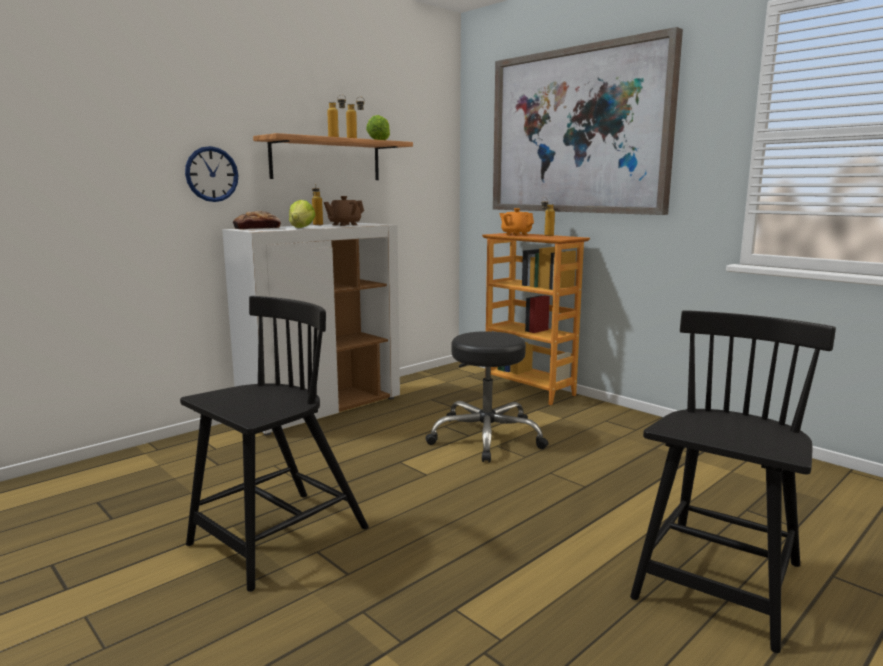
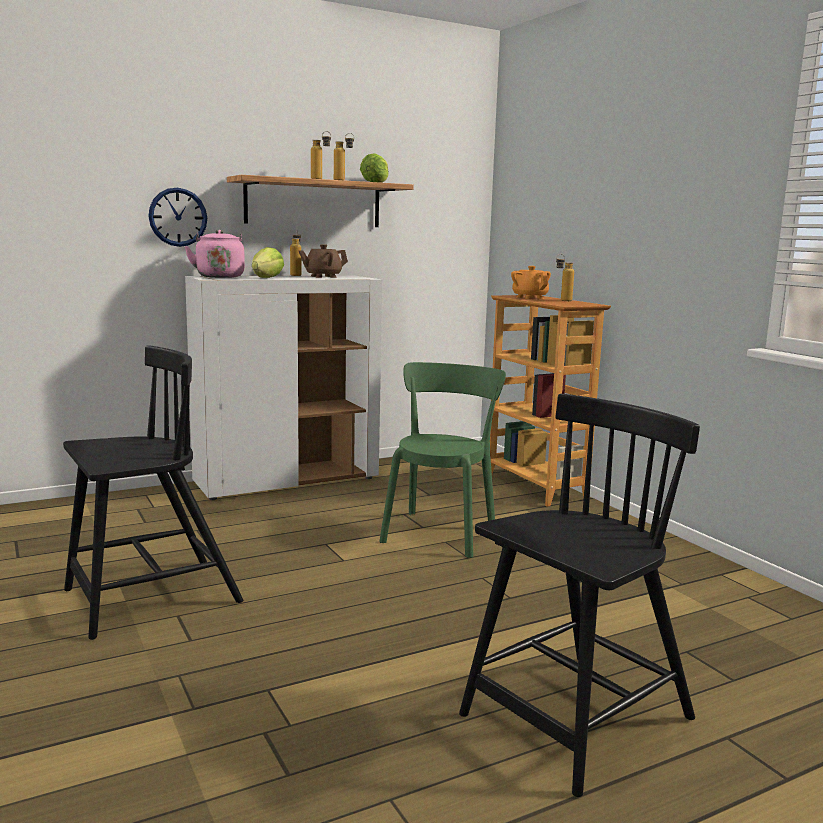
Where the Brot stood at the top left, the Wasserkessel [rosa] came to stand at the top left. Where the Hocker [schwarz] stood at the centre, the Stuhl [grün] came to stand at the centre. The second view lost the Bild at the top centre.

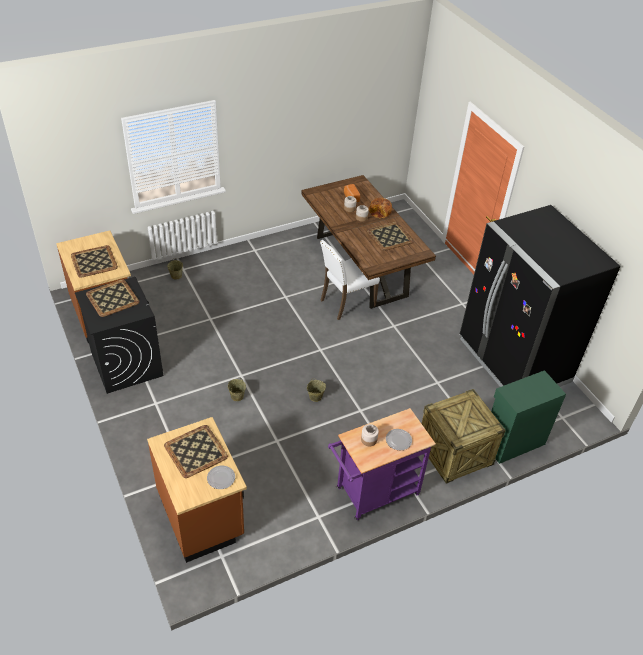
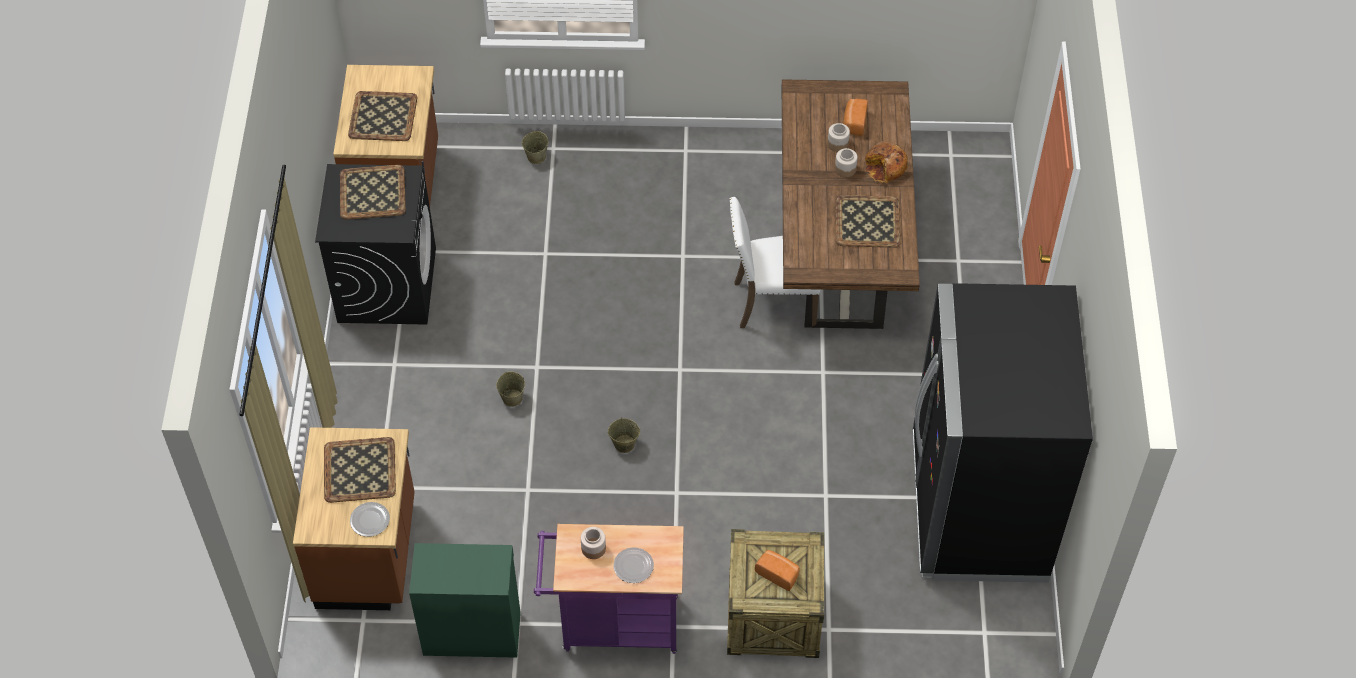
The Schrank [grün] ended up elsewhere, having gone from the middle right to the bottom centre. The second view gained the Brot (1st from left) at the bottom centre.

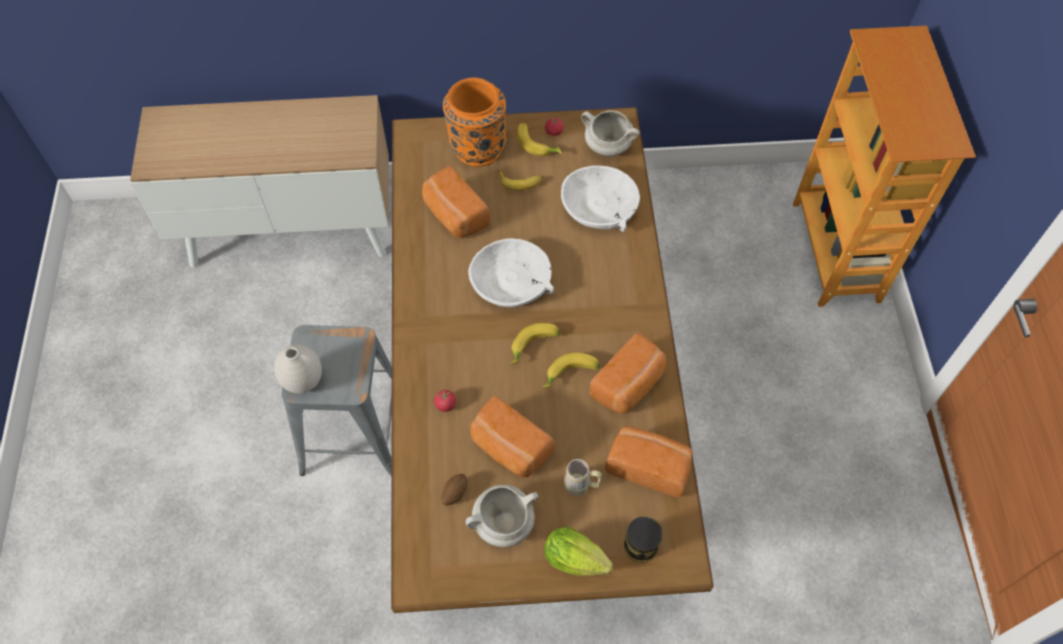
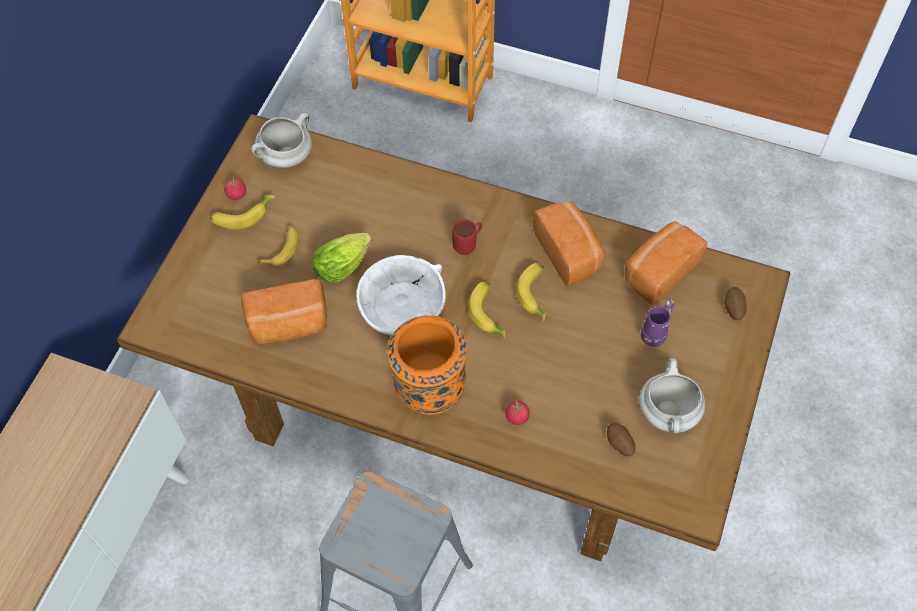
The second view lost the Vase [weiß] at the middle left. The Vase [orange] ended up elsewhere, having gone from the top centre to the centre. The second view lost the Brot (2nd from left) at the bottom centre. The Salatkopf ended up elsewhere, having gone from the bottom centre to the centre. The second view lost the Schüssel [weiß] (2nd from left) at the top centre. What was the Henkelbecher [beige] at the bottom centre turned into the Henkelbecher [lila] at the middle right. Where the Dose stood at the bottom centre, the Kartoffel (2nd from left) came to stand at the middle right. The second view gained the Henkelbecher [rot] at the centre.

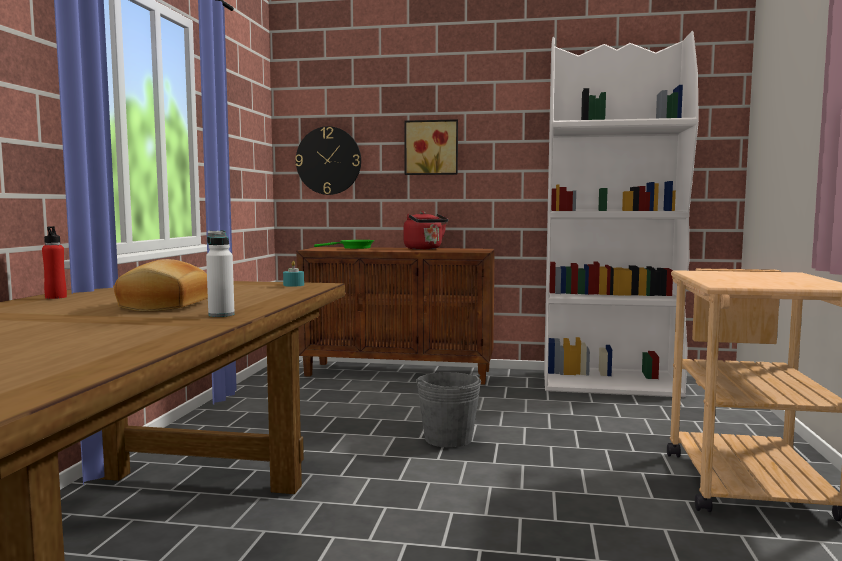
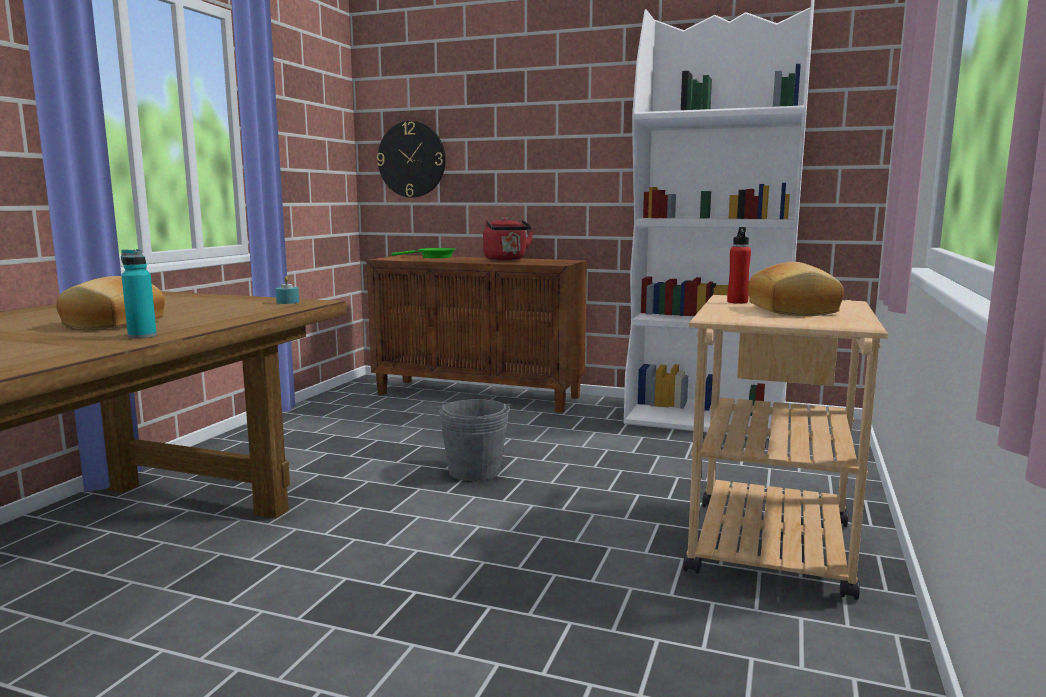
The Flasche [rot] ended up elsewhere, having gone from the middle left to the middle right. What was the Flasche [weiß] at the middle left turned into the Flasche [türkis] at the middle left. The second view lost the Bild at the top centre. The second view gained the Brot (2nd from left) at the middle right.

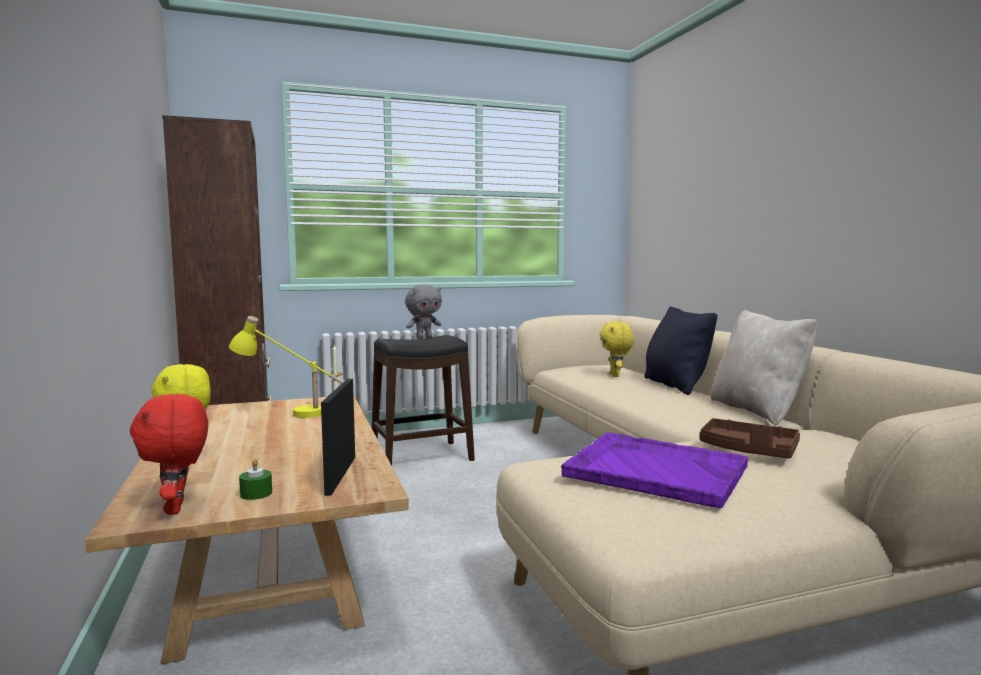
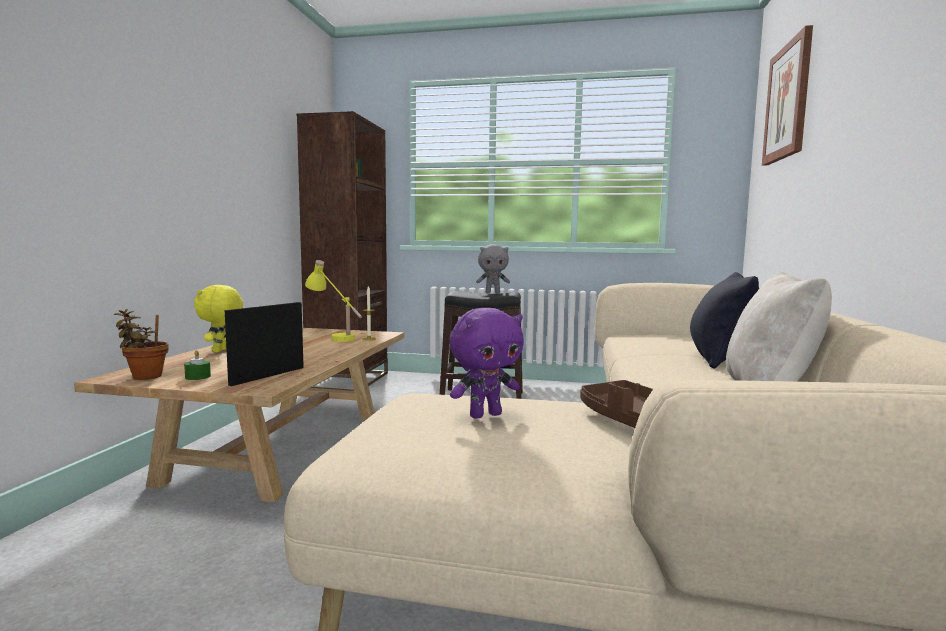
Where the Plüschtier [rot] stood at the bottom left, the Topfpflanze came to stand at the middle left. Where the Tablett [lila] stood at the bottom right, the Plüschtier [lila] came to stand at the centre. The second view lost the Plüschtier [gelb] (2nd from left) at the centre. The second view gained the Bild at the top right.

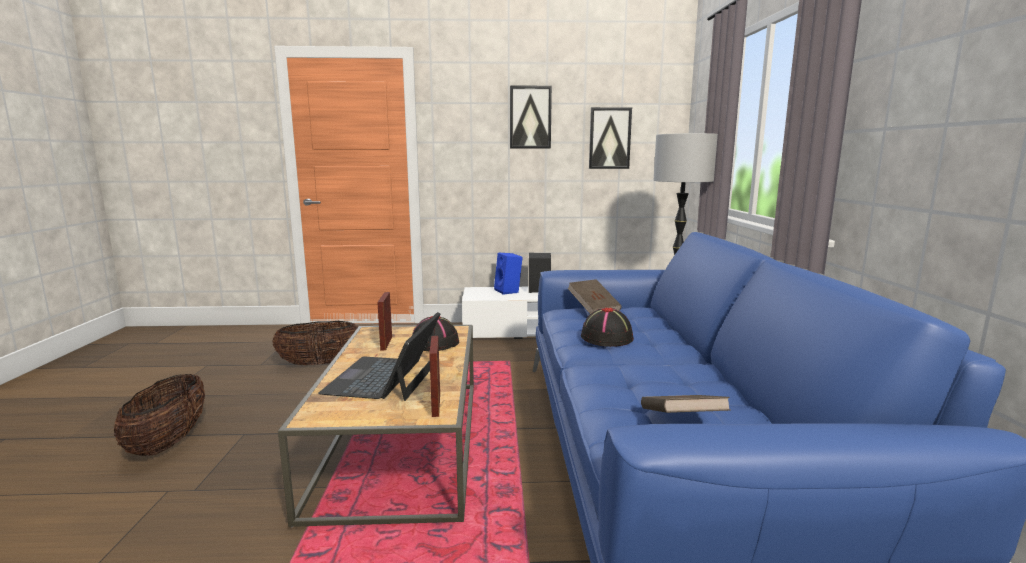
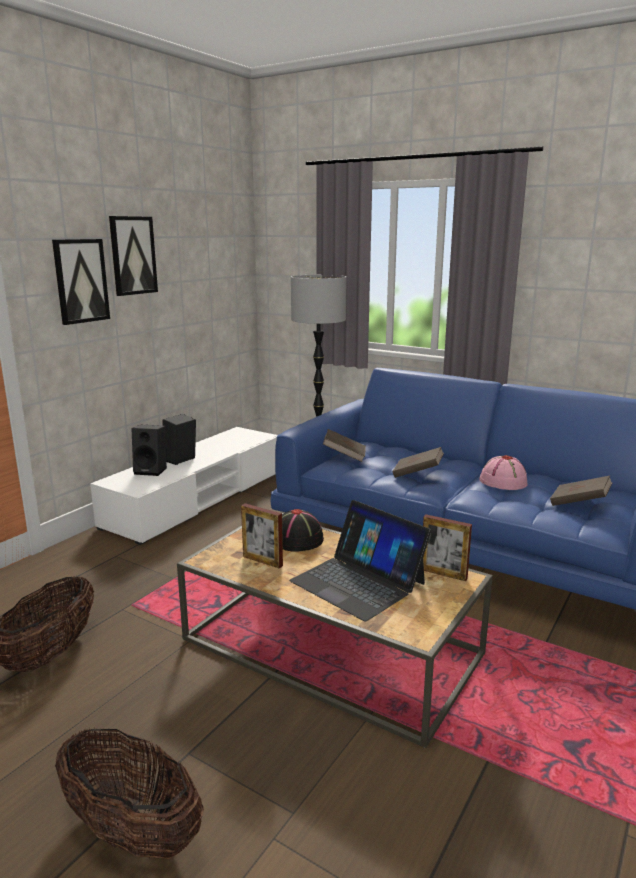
What was the Lautsprecher [blau] at the centre turned into the Lautsprecher [schwarz] (1st from left) at the middle left. Where the Hut [schwarz] (2nd from left) stood at the centre, the Buch [braun] (2nd from left) came to stand at the centre. The Bild (2nd from left in the first image) ended up elsewhere, having gone from the top centre to the top left. The second view gained the Hut [rosa] at the middle right.

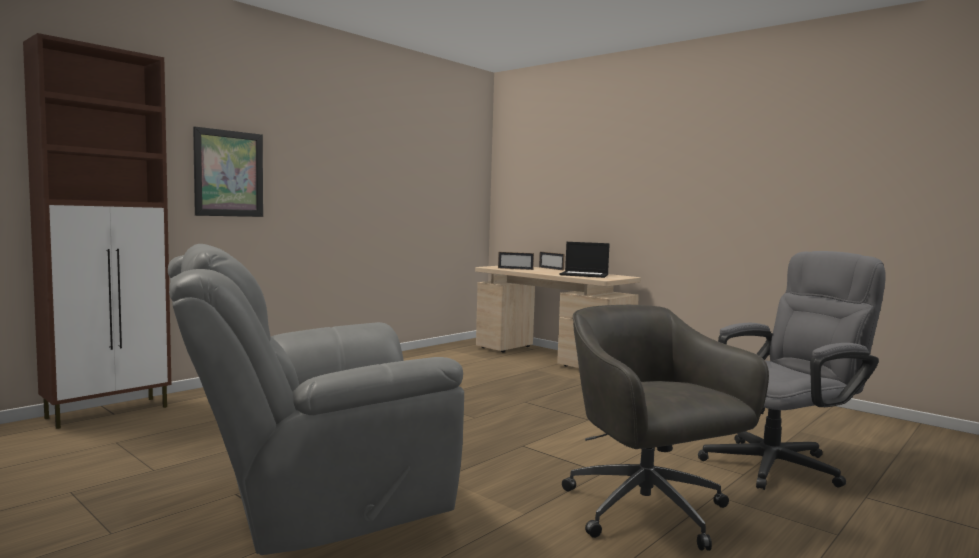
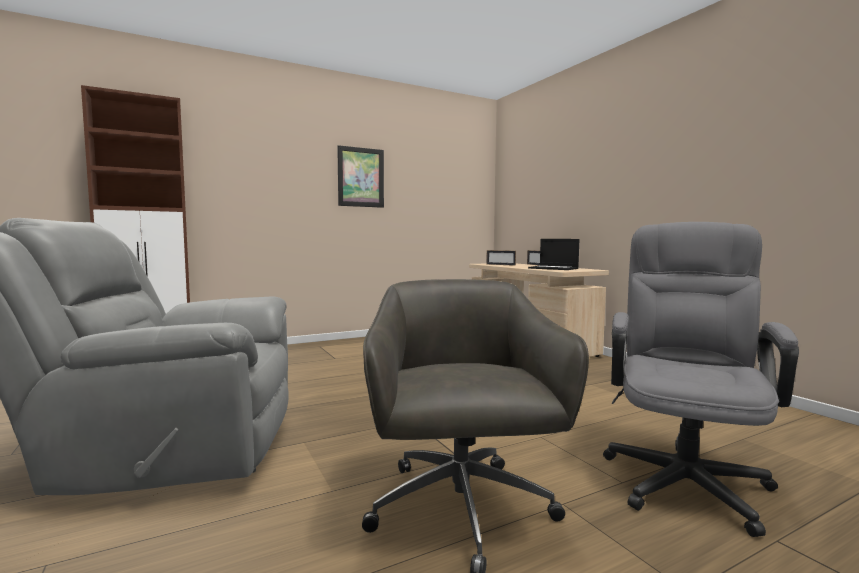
The Bild ended up elsewhere, having gone from the top left to the top centre. The Bürostuhl [grau] (2nd from left) at the middle right ended up facing another way, 60 degrees counterclockwise from before.

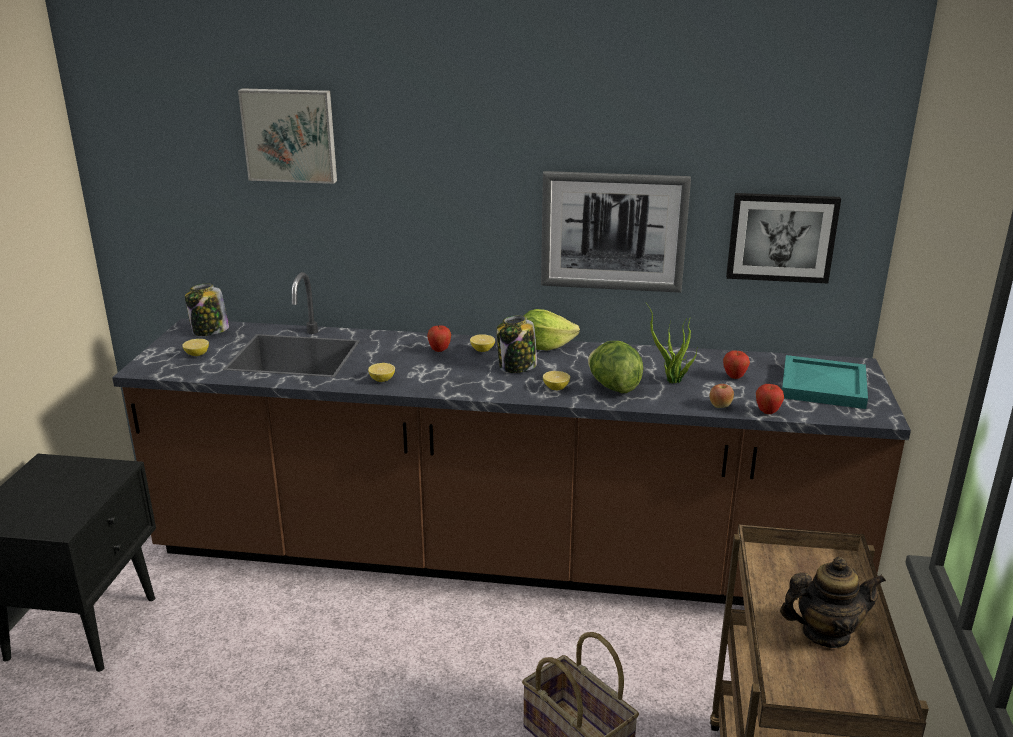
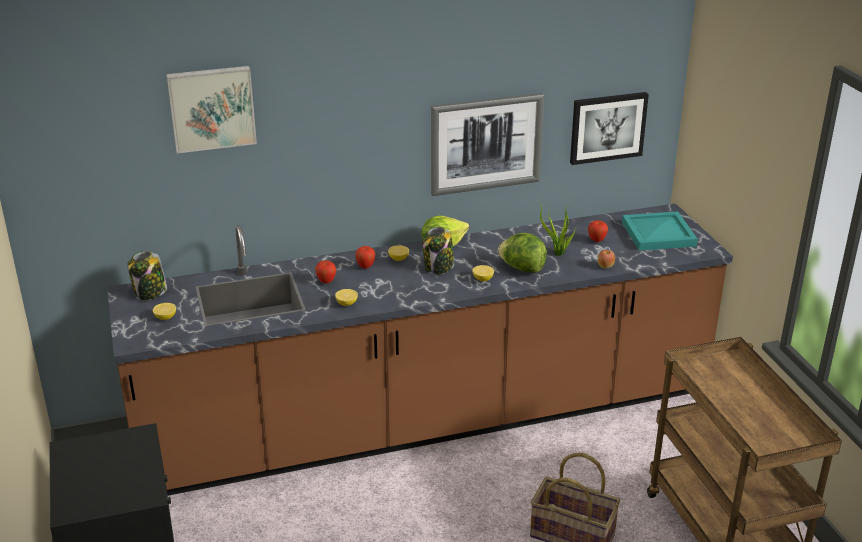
The Apfel (4th from left in the first image) ended up elsewhere, having gone from the middle right to the centre. The second view lost the Teekanne at the bottom right.

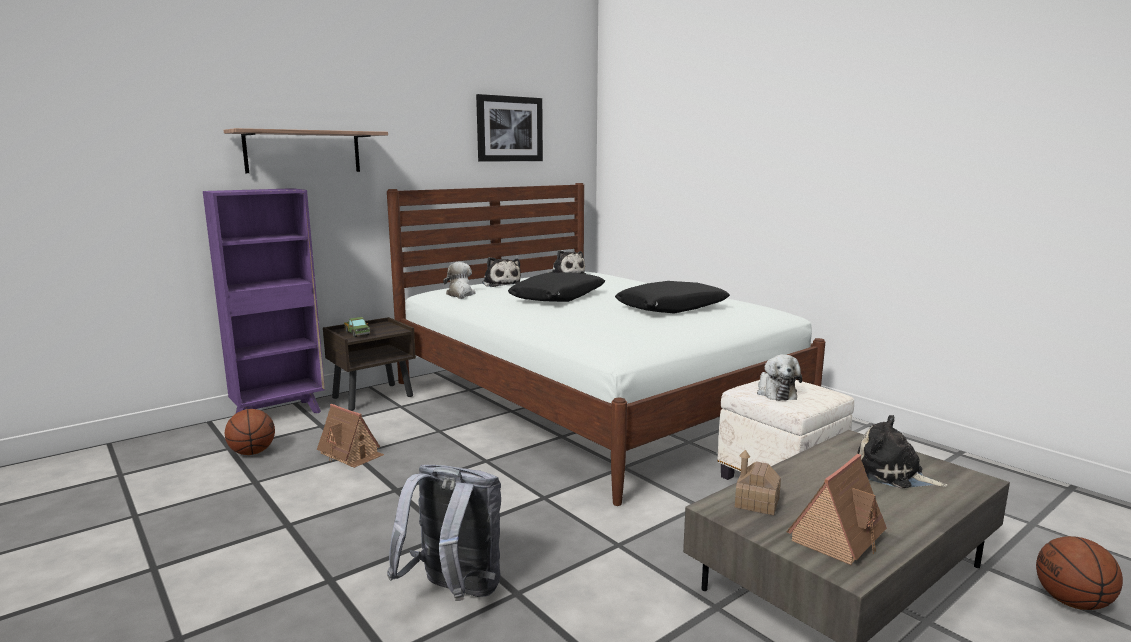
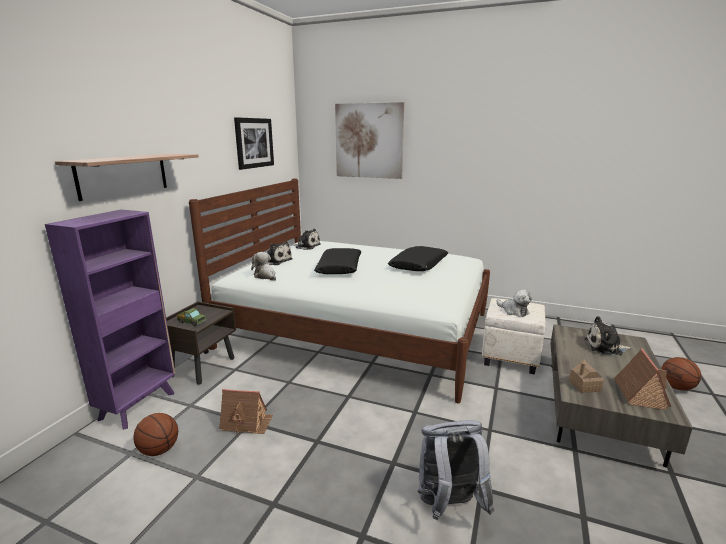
The second view gained the Bild (2nd from left) at the top centre.

